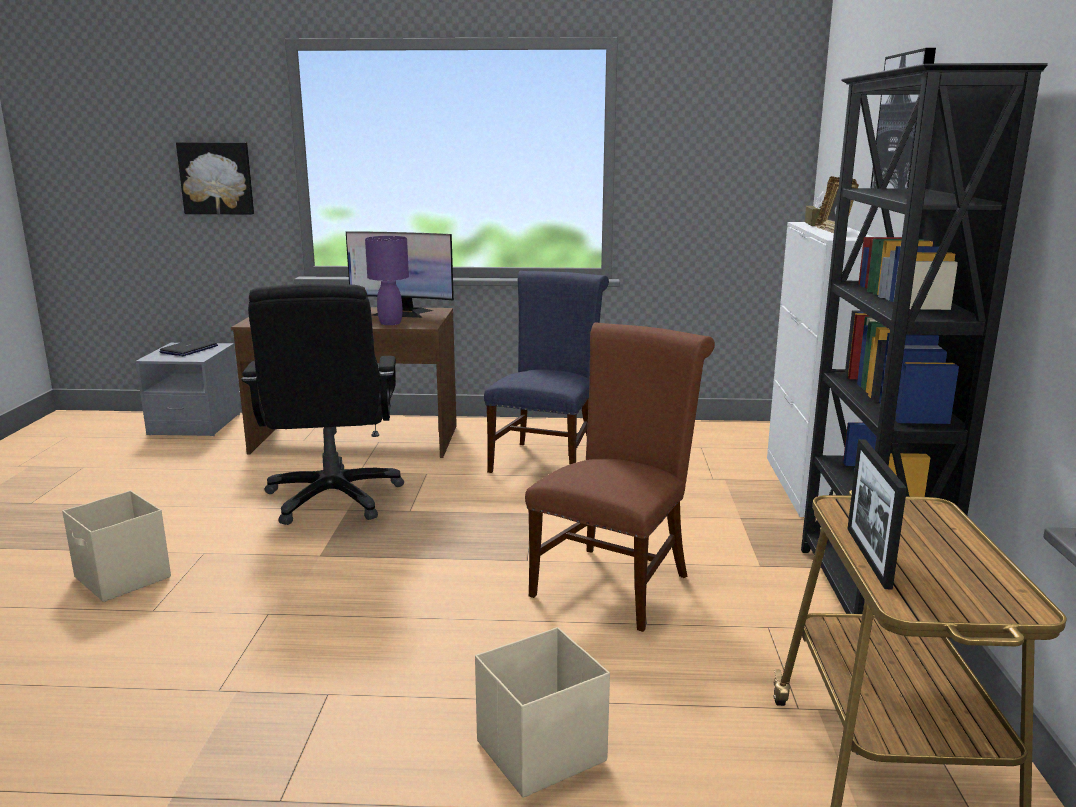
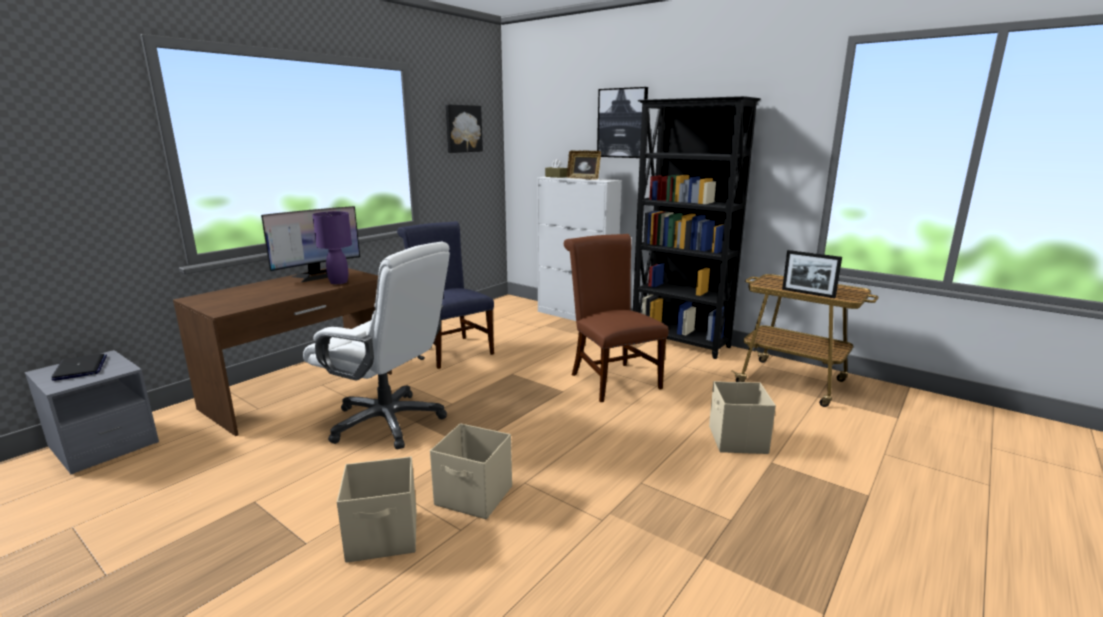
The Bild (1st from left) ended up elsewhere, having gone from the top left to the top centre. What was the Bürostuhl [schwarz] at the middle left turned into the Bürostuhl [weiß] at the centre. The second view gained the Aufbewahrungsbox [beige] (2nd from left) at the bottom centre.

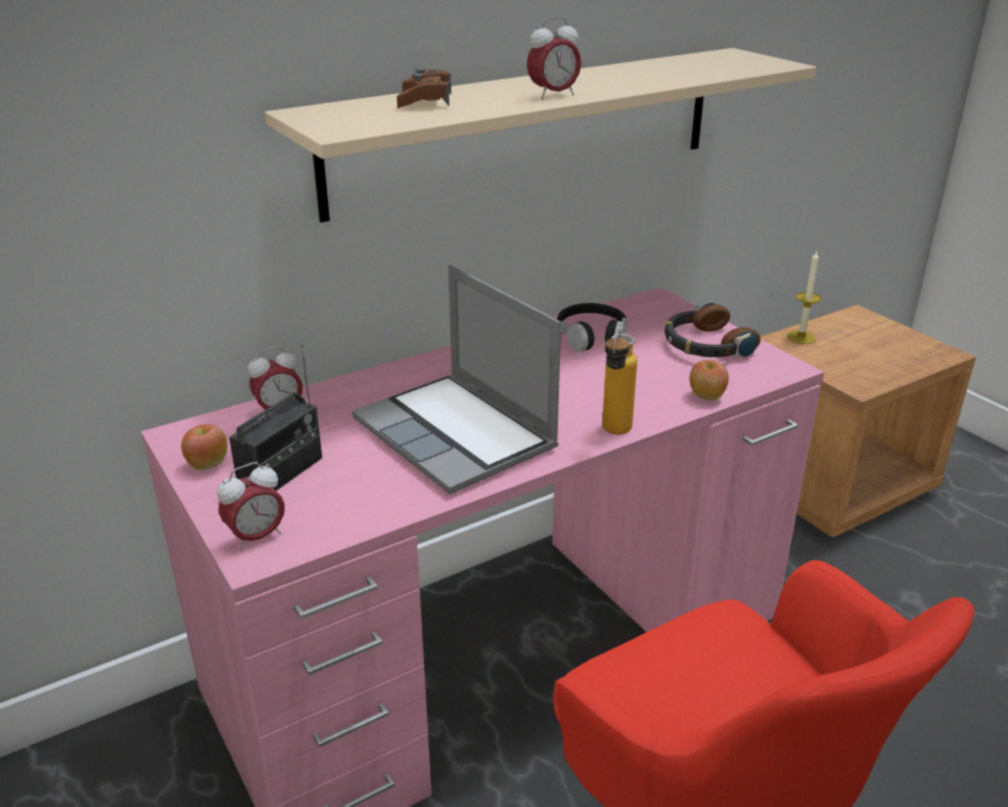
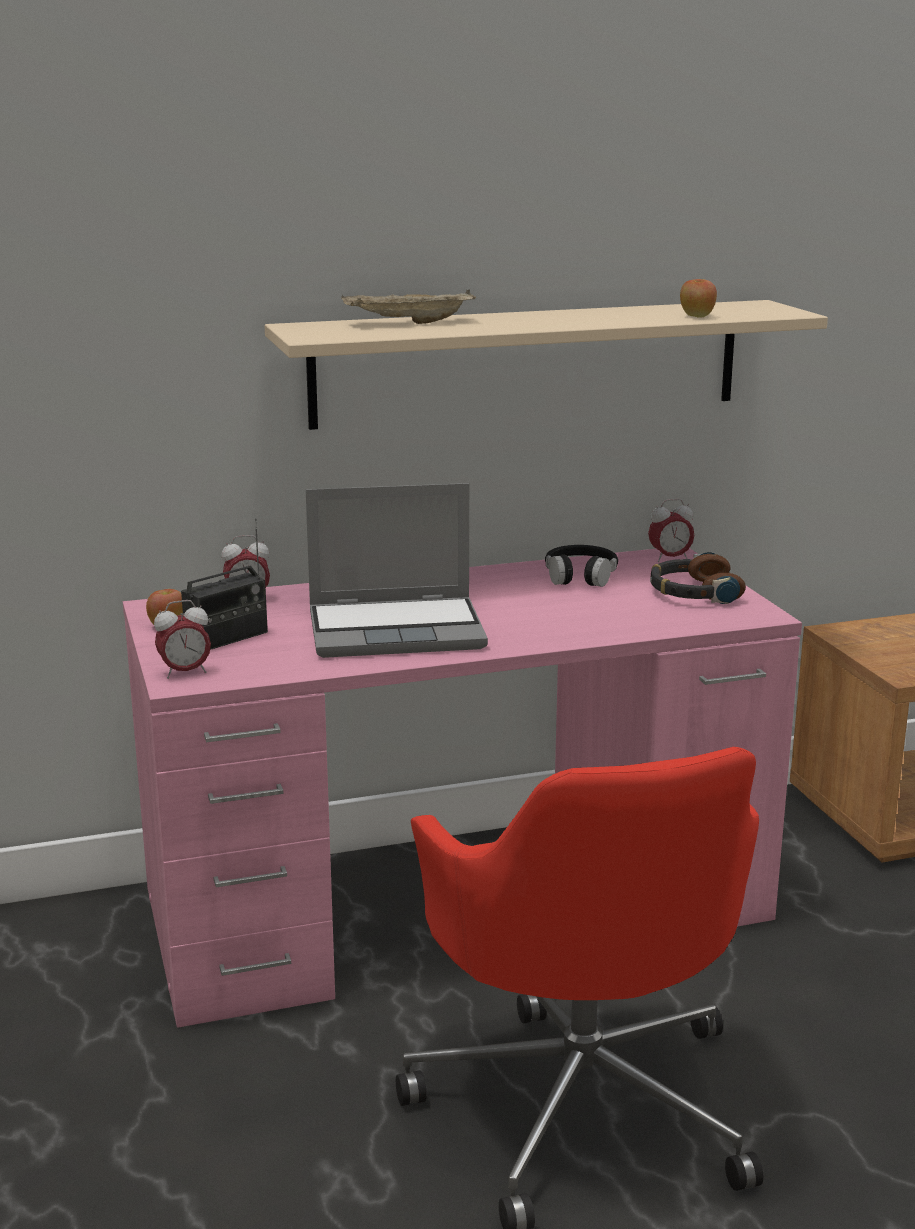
The Laptop at the centre ended up facing another way, 75 degrees counterclockwise from before. Where the Gamepad [braun] stood at the top centre, the Tablett [beige] came to stand at the top centre. The Wecker (3rd from left) ended up elsewhere, having gone from the top centre to the middle right. The second view lost the Flasche at the centre. The Apfel (2nd from left) ended up elsewhere, having gone from the middle right to the top right. The second view lost the Kerze at the middle right.

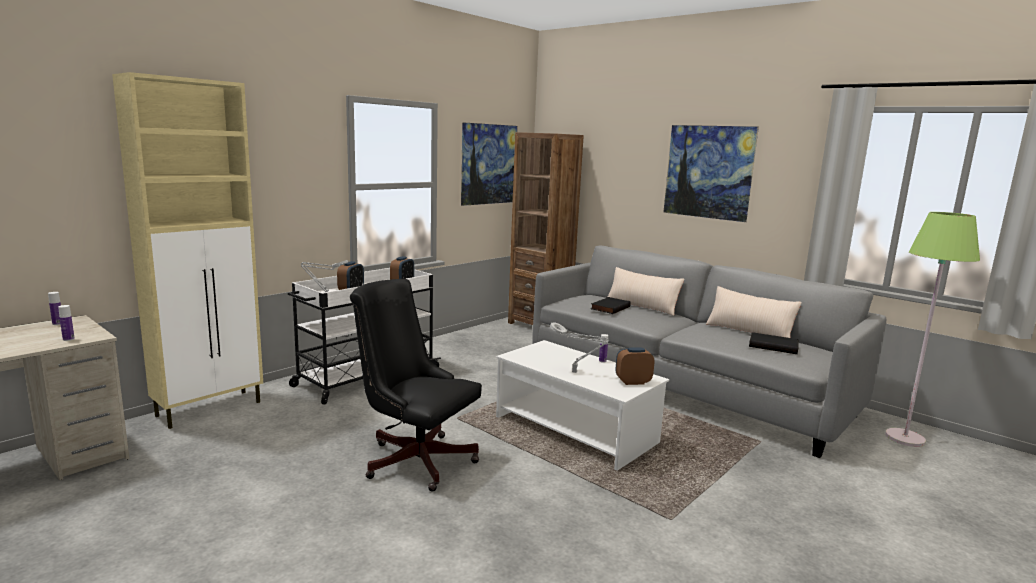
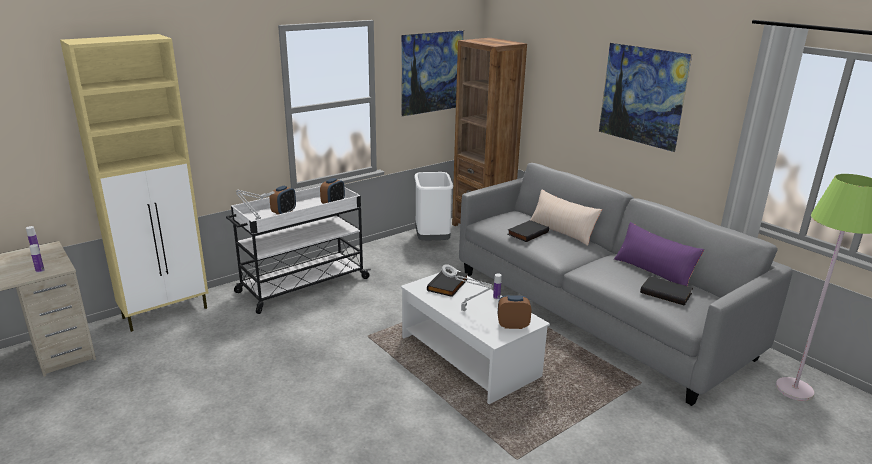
The second view lost the Bürostuhl [schwarz] at the centre. What was the Kissen [beige] (2nd from left) at the middle right turned into the Kissen [lila] at the middle right. The second view gained the Mülleimer [weiß] at the centre. The second view gained the Buch [schwarz] (1st from left) at the centre.

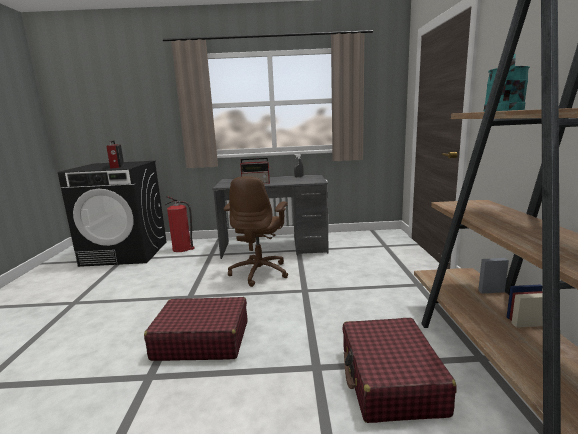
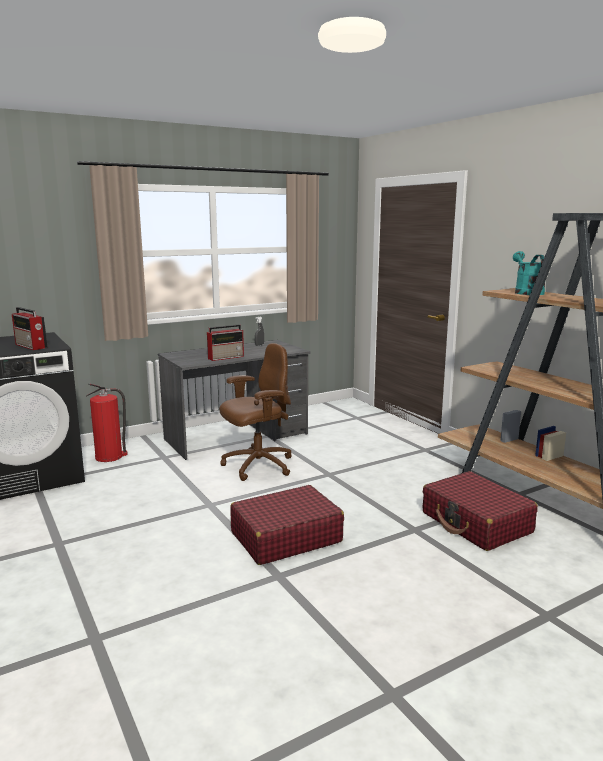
The Bürostuhl [braun] at the centre ended up facing another way, 105 degrees counterclockwise from before.

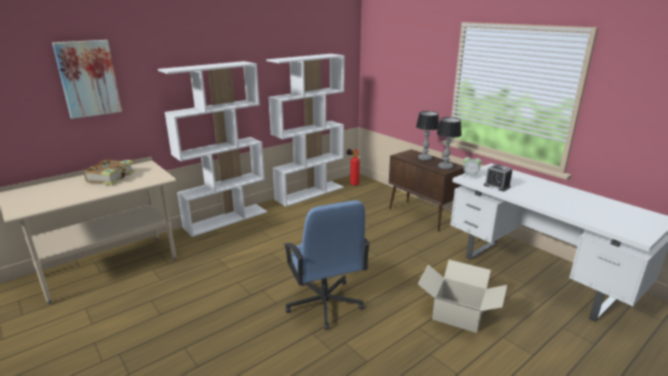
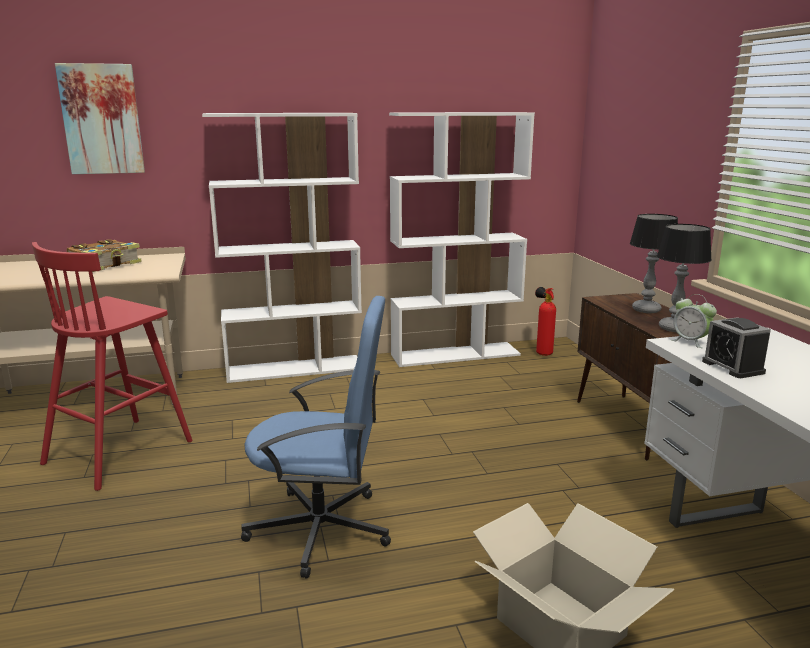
The Bürostuhl [blau] at the bottom centre ended up facing another way, 90 degrees counterclockwise from before. The second view gained the Hocker [rot] at the middle left.

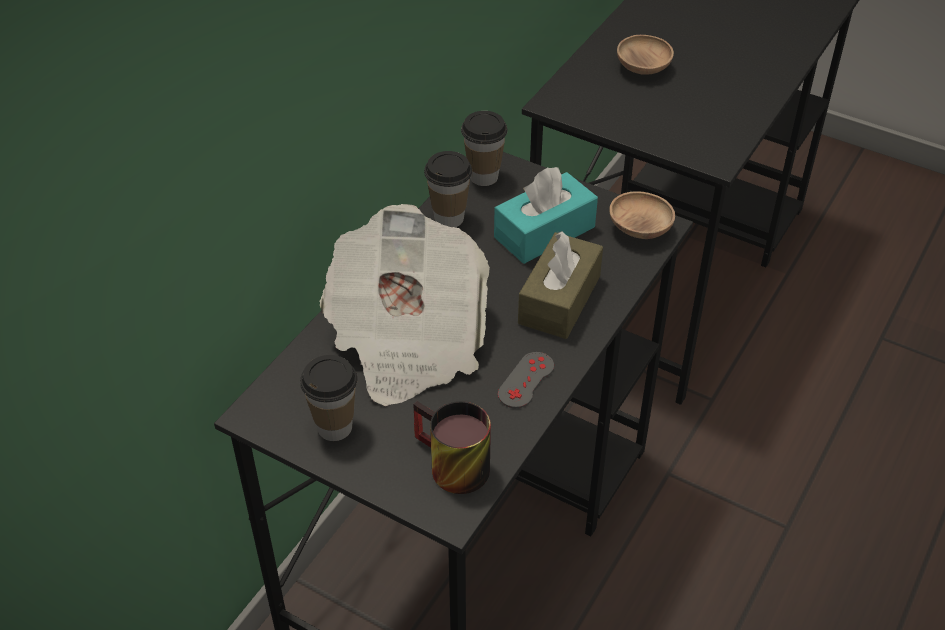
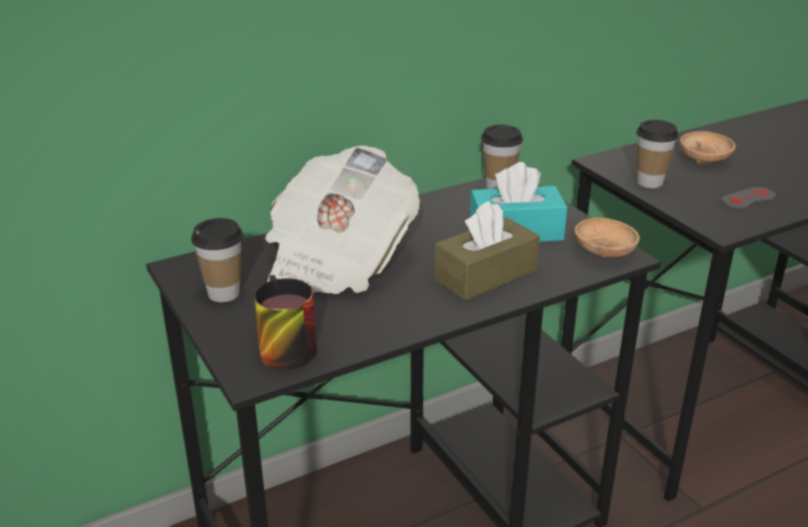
The Tasse (2nd from left in the first image) ended up elsewhere, having gone from the top centre to the top right. The Gamepad [grau] ended up elsewhere, having gone from the centre to the middle right.

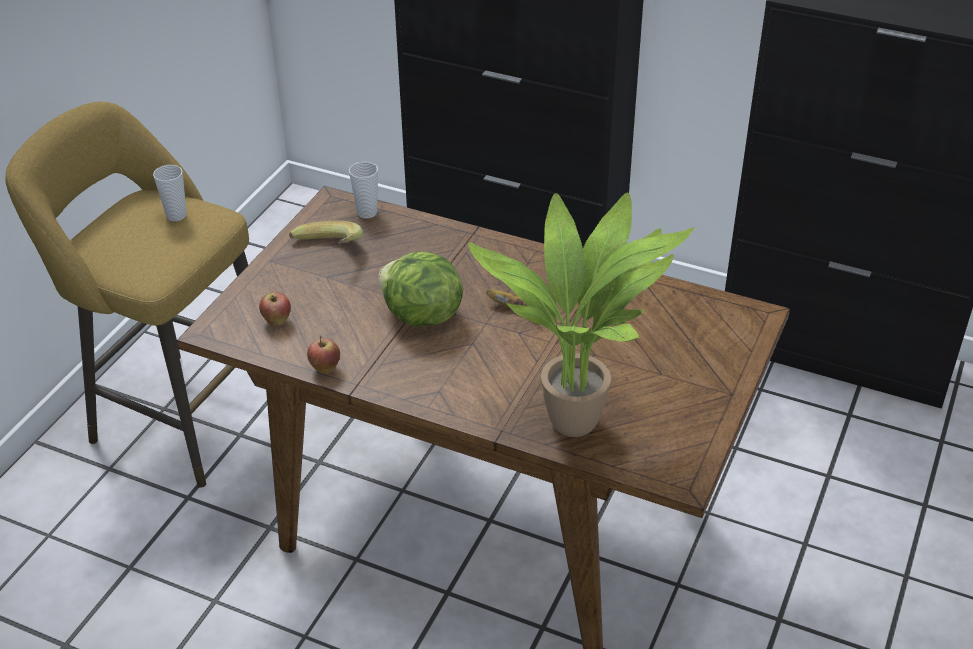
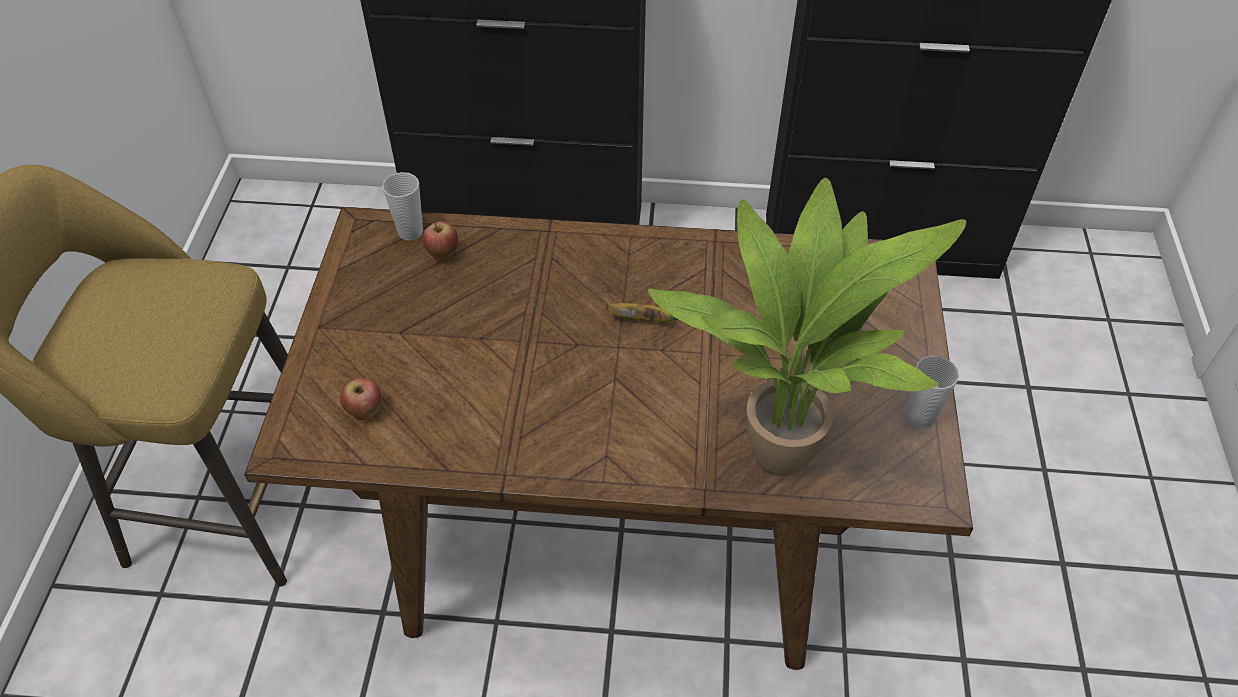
The Tasse (1st from left in the first image) ended up elsewhere, having gone from the top left to the middle right. The second view lost the Banane (1st from left) at the centre. The Apfel (2nd from left) ended up elsewhere, having gone from the middle left to the centre. The second view lost the Salatkopf at the centre.

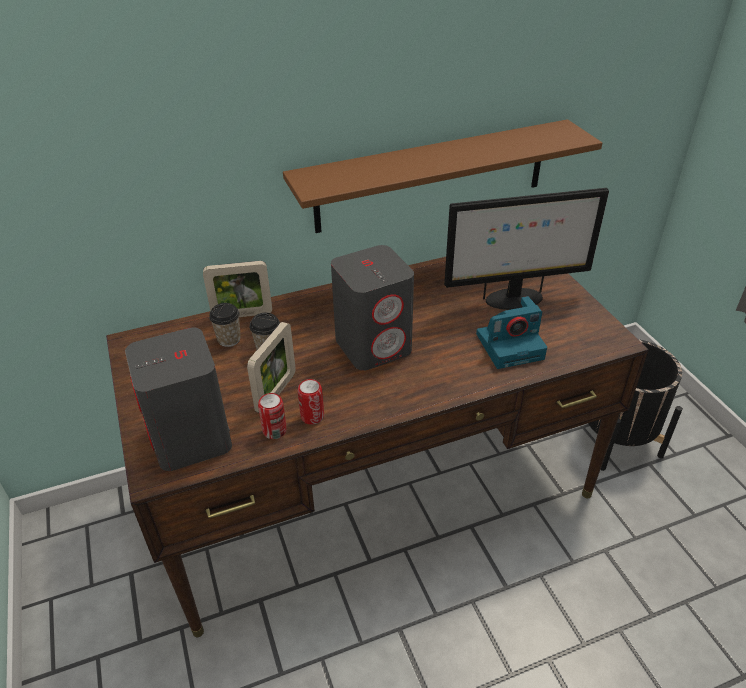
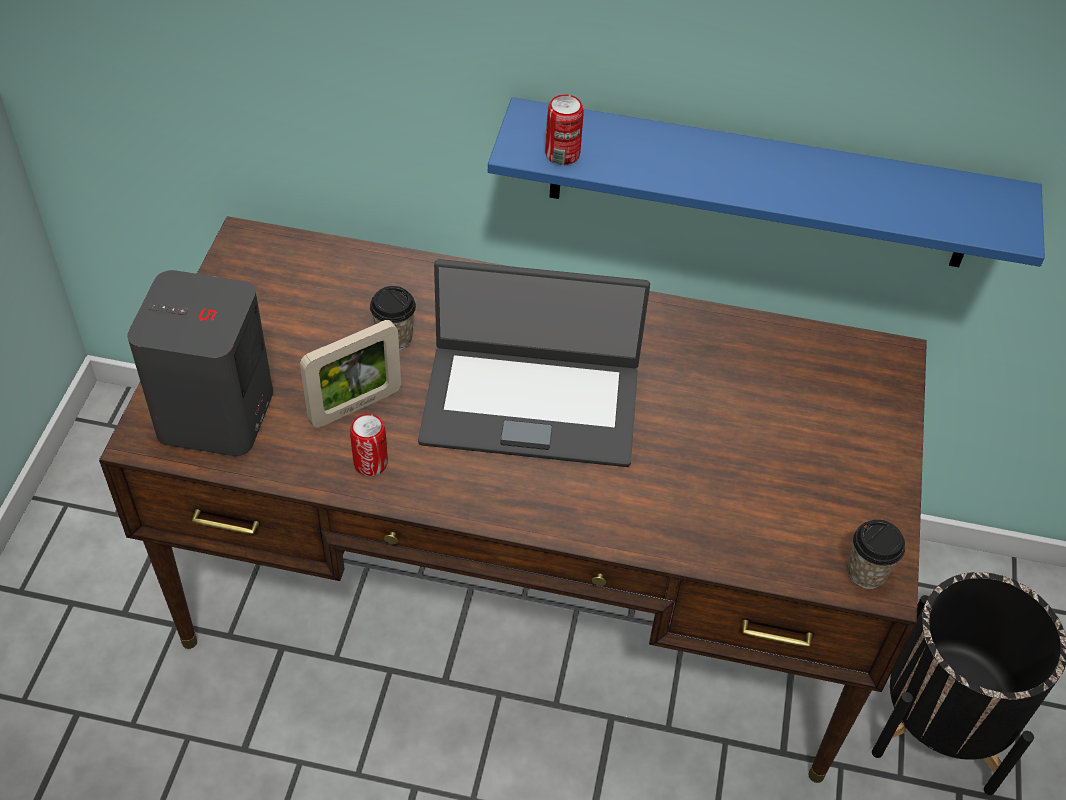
The second view lost the Bilderrahmen (1st from left) at the middle left. The Tasse (1st from left in the first image) ended up elsewhere, having gone from the middle left to the bottom right. The Dose (1st from left in the first image) ended up elsewhere, having gone from the centre to the top centre. What was the Wandregal [braun] at the top centre turned into the Wandregal [blau] at the top right. Where the Lautsprecher [grau] (2nd from left) stood at the centre, the Laptop came to stand at the centre. The second view lost the Monitor at the middle right. The second view lost the Kamera at the middle right.

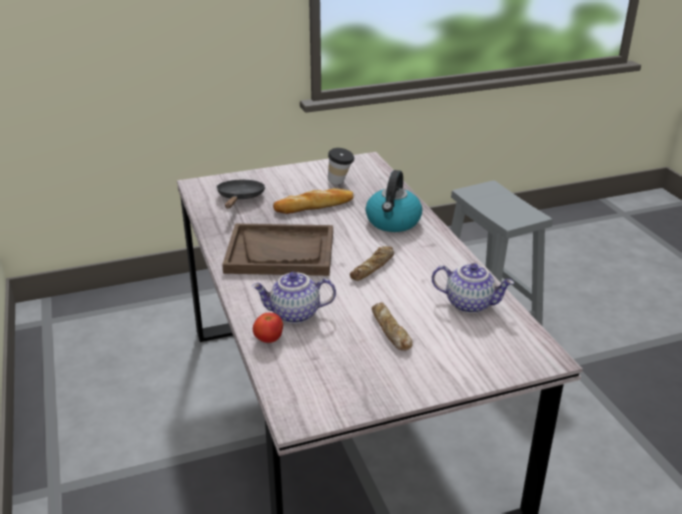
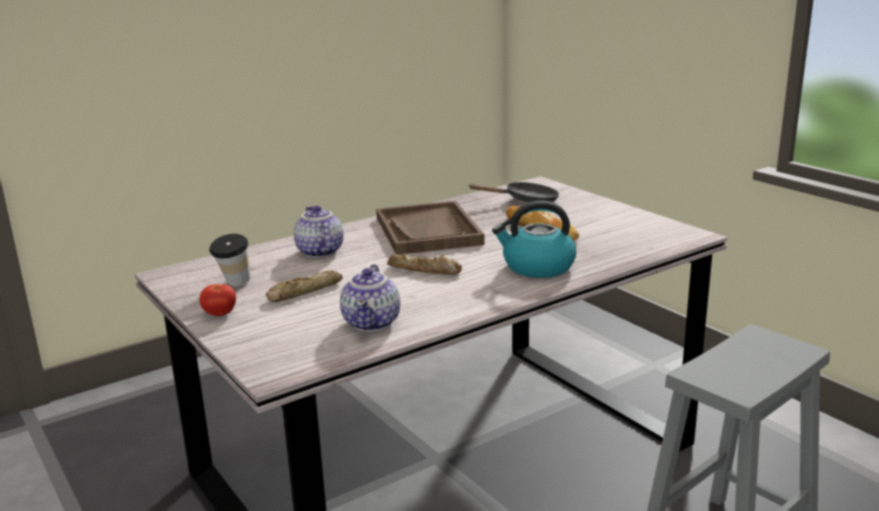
The Tomate ended up elsewhere, having gone from the centre to the middle left. The Tasse ended up elsewhere, having gone from the top centre to the middle left.

